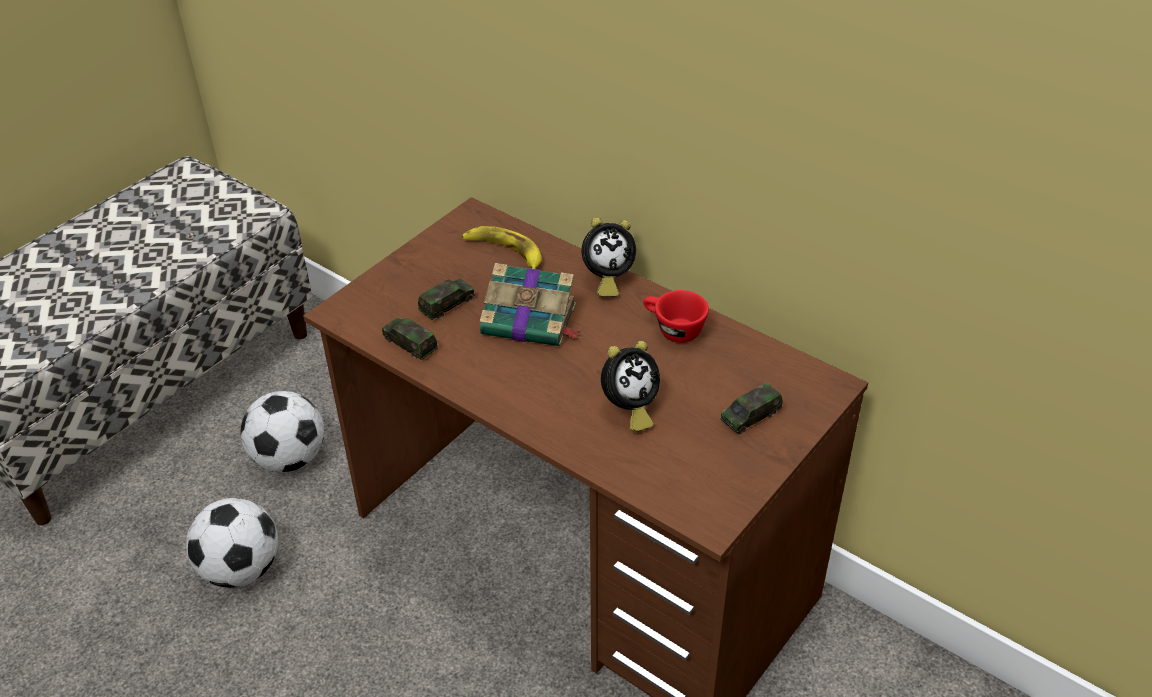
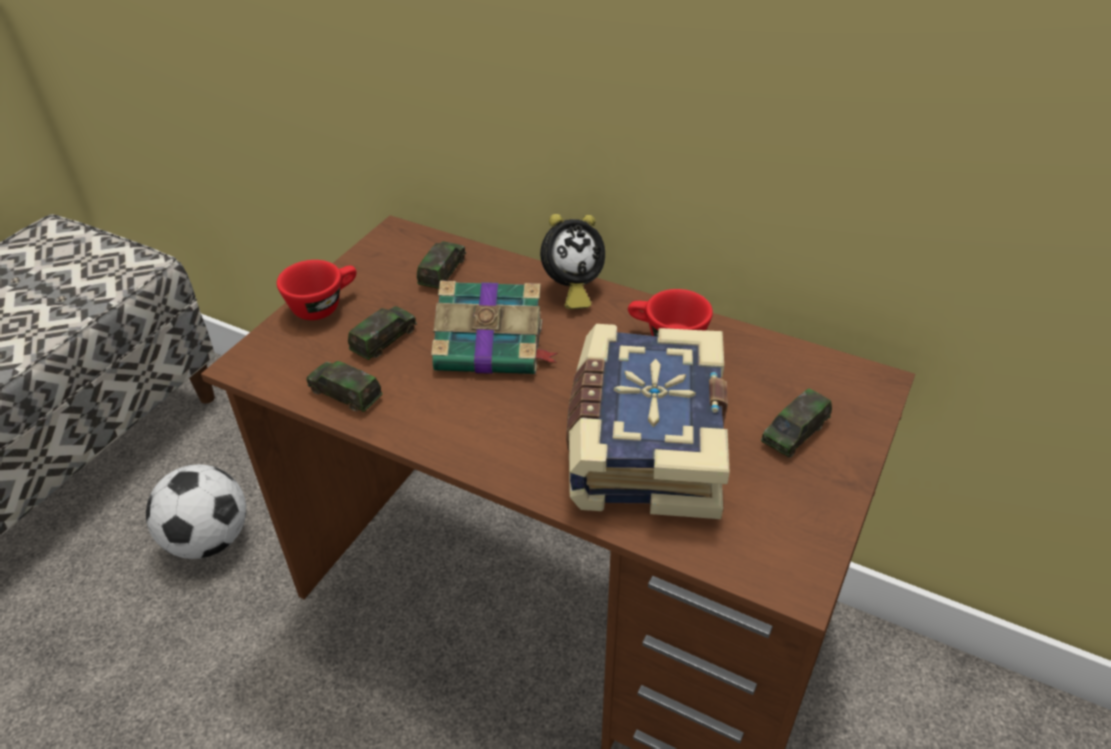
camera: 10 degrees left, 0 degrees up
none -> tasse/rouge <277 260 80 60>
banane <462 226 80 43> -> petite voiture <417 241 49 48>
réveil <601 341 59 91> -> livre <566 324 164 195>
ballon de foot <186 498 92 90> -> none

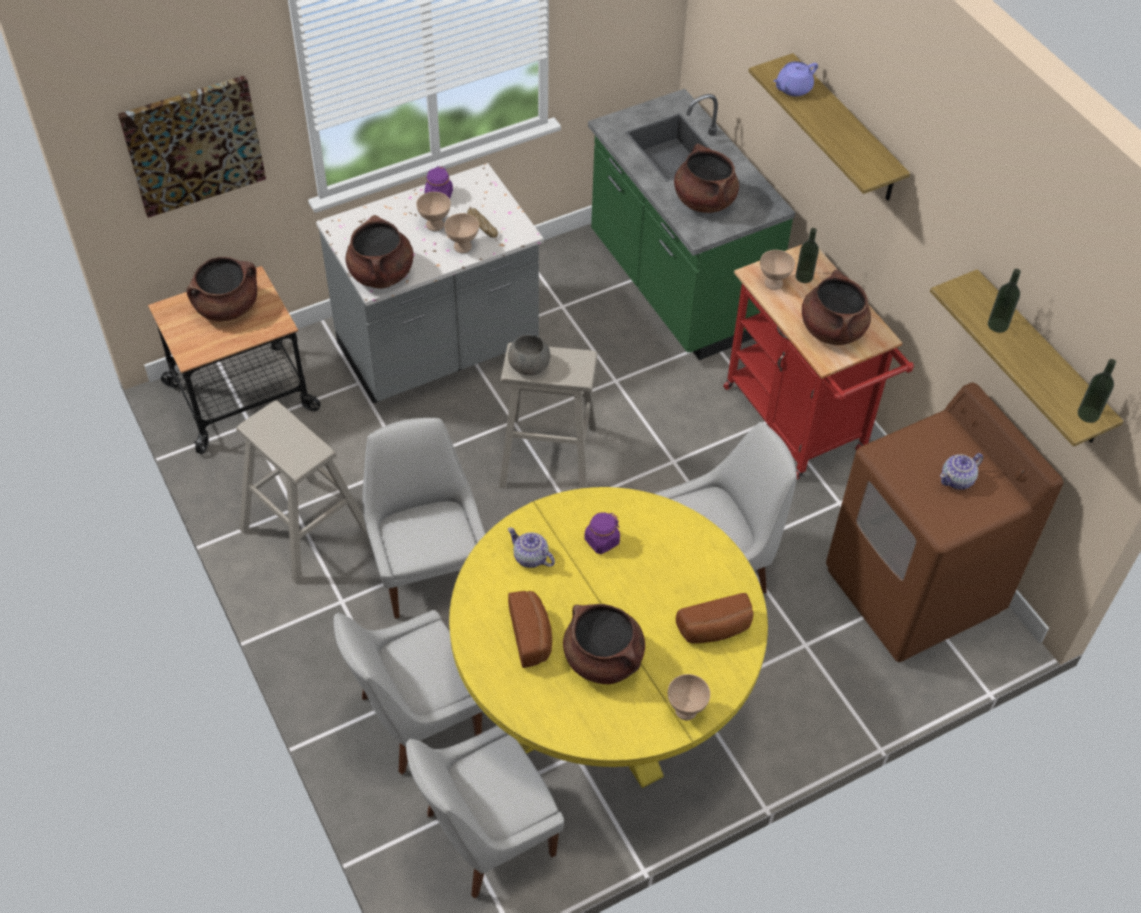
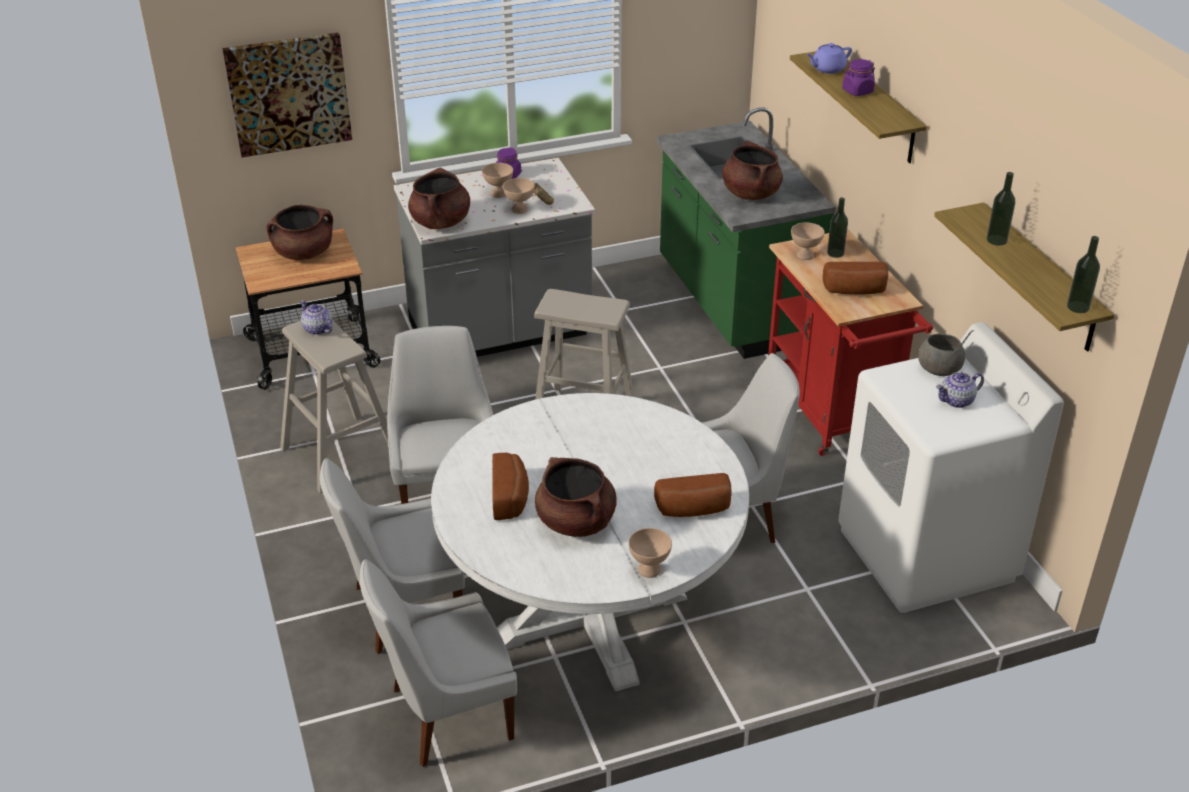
camera: 10 degrees right, 15 degrees down
théière <508 527 47 41> -> théière <300 300 33 35>, relocated
table à manger/jaune <449 487 319 301> -> table à manger/blanc <431 393 318 299>
marmite/marron <802 269 69 76> -> pain <823 262 65 32>
lave-linge/marron <826 382 238 280> -> lave-linge/blanc <838 322 226 291>
bocal/violet <584 512 36 42> -> bocal/violet <842 59 33 37>, relocated
bol/gris <508 335 42 40> -> bol/gris <918 334 47 42>, relocated

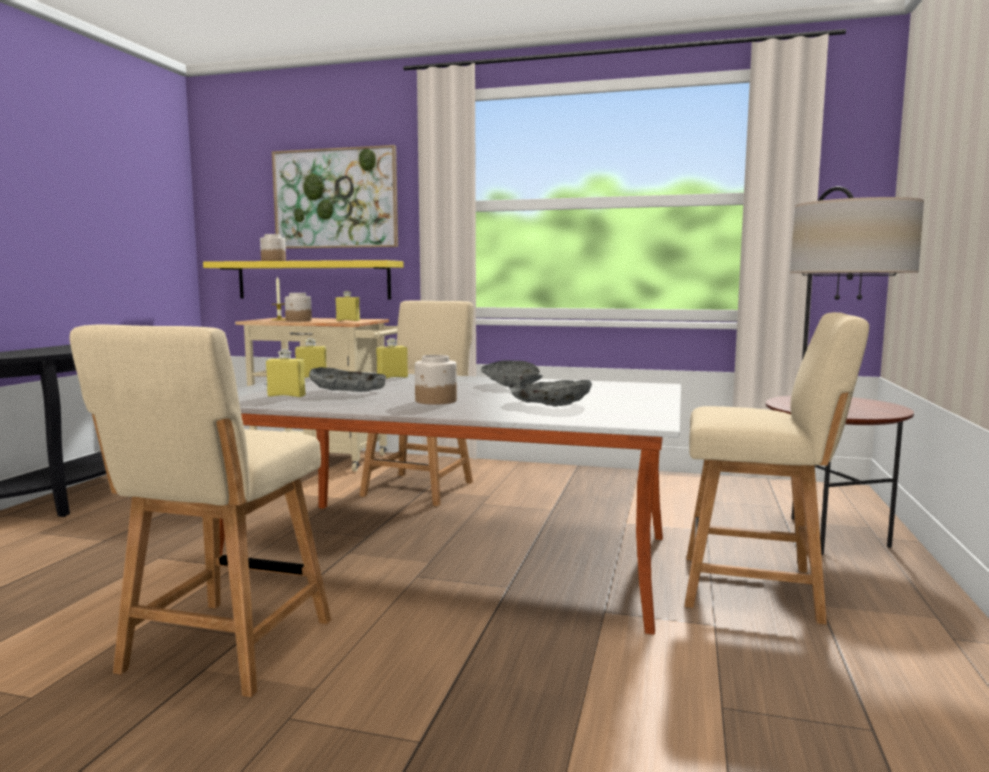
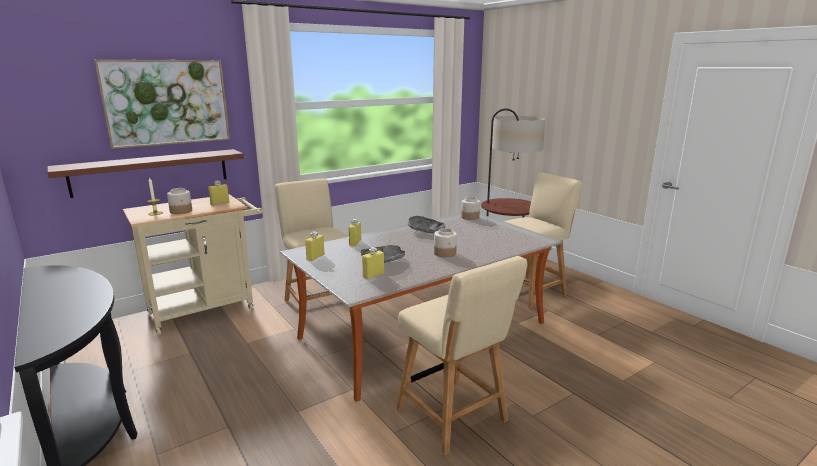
camera: 50 degrees left, 10 degrees up
étagère/jaune <203 260 201 40> -> étagère/marron <47 149 197 49>
bocal <260 234 26 27> -> bocal <461 197 19 23>, relocated
bol/gris <509 380 83 26> -> none

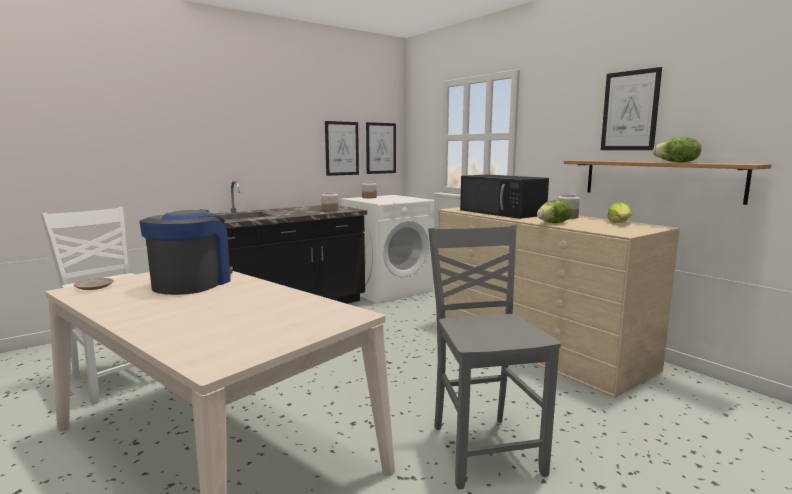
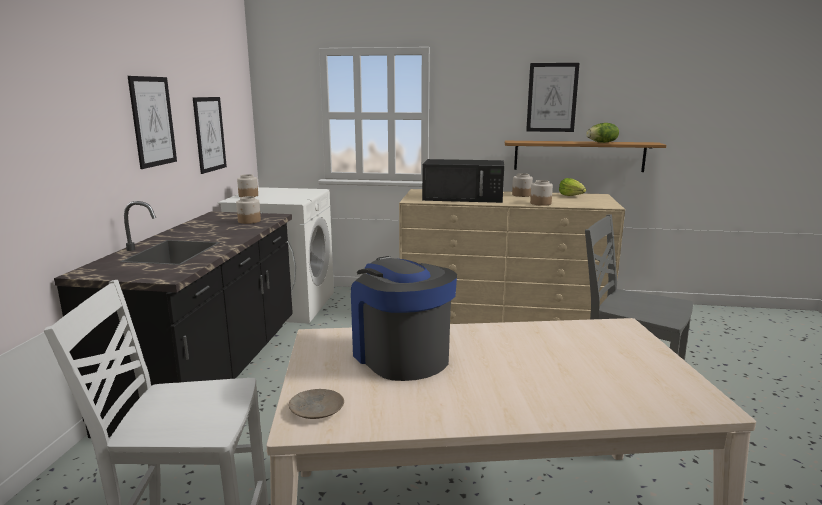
camera: 45 degrees left, 5 degrees up
tableau <366 122 30 52> -> tableau <128 76 49 93>, relocated
laitue <537 200 35 23> -> bocal <530 180 23 26>

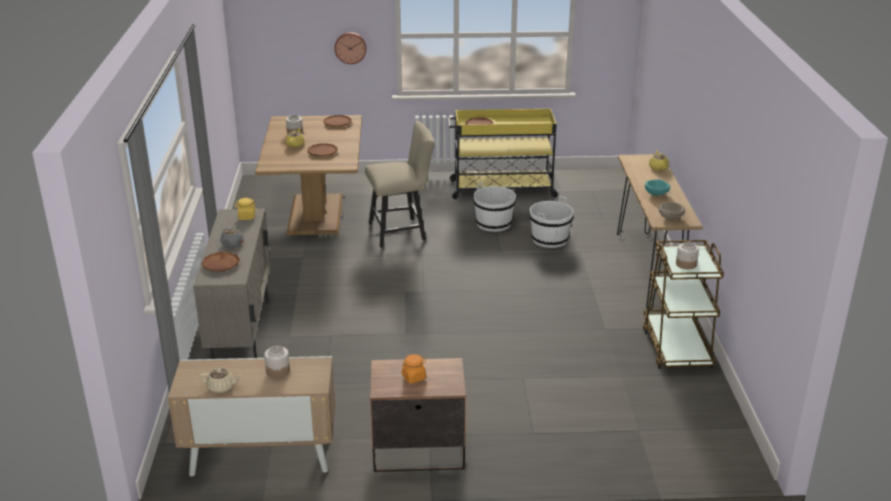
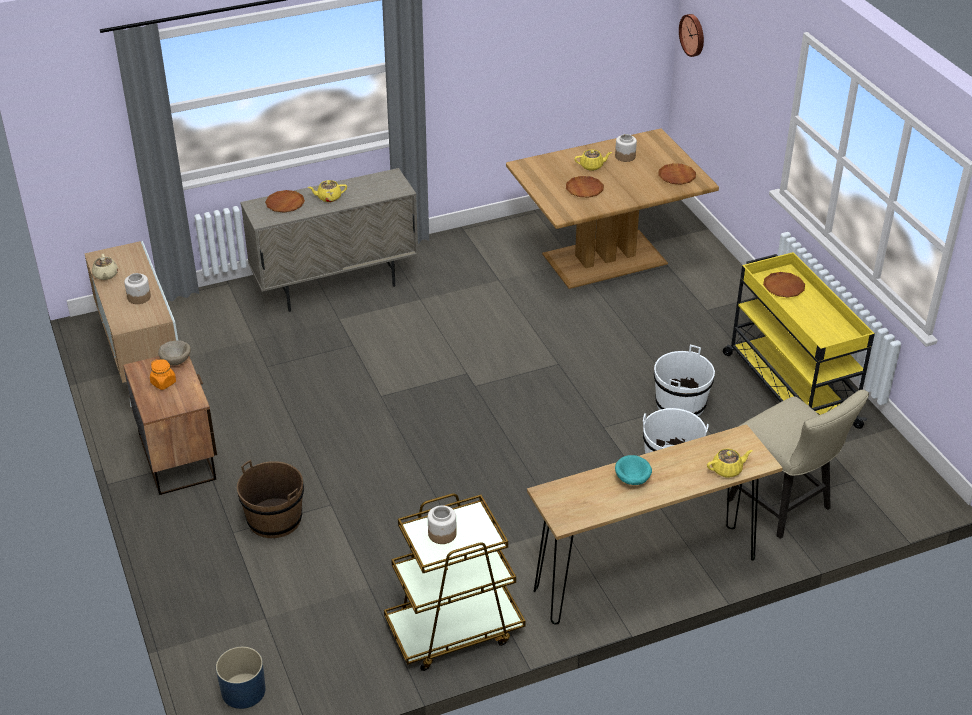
camera: 70 degrees right, 10 degrees up
bol/beige <659 202 26 18> -> bol/beige <158 341 33 24>, relocated
none -> cache-pot/bleu <216 647 50 62>
none -> seau/marron <237 460 67 78>
théière/gris <220 226 24 21> -> théière/jaune <308 180 39 22>
horloge murale <335 32 32 32> -> horloge murale <679 14 25 43>, relocated
chaise/beige <365 121 70 127> -> chaise/beige <729 390 140 149>, relocated
bocal/jaune <235 198 22 22> -> none

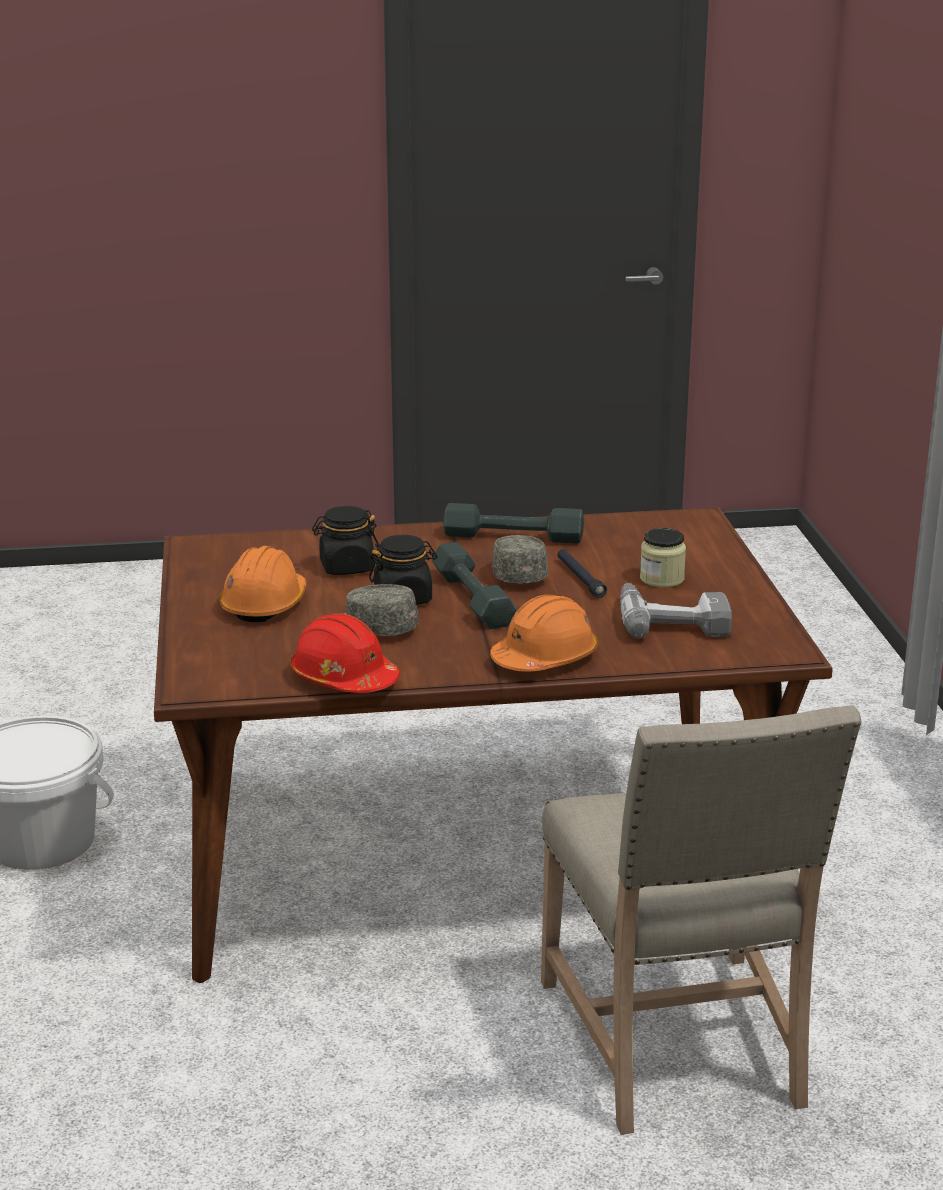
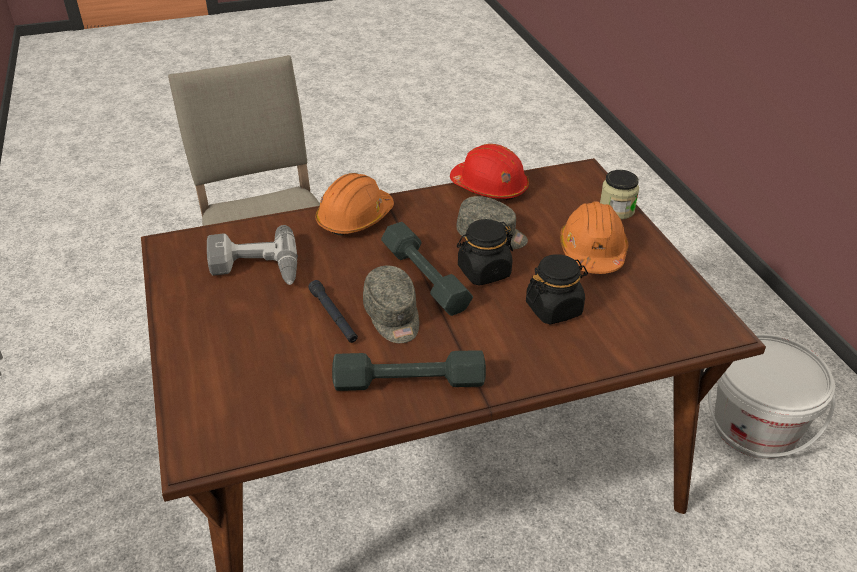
camera: 170 degrees right, 15 degrees up
bocal <640 528 46 60> -> bocal <600 170 39 50>, relocated

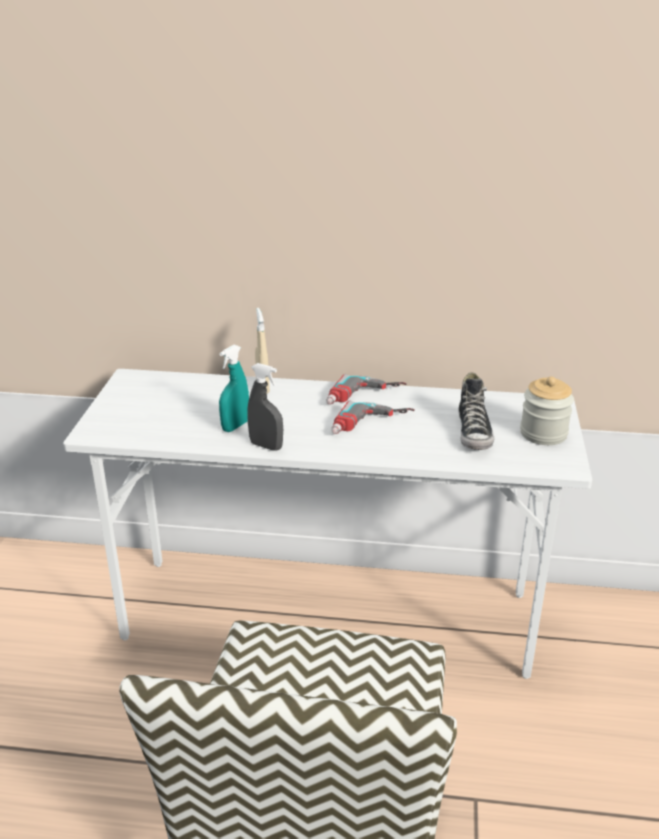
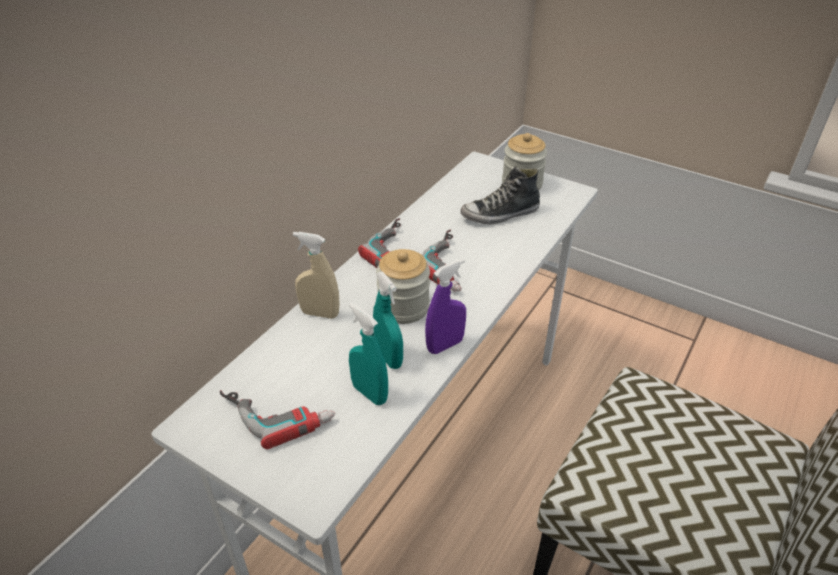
camera: 65 degrees left, 10 degrees up
none -> perceuse <220 390 115 59>
none -> vaporisateur/turquoise <349 303 39 102>
none -> bocal <376 249 54 75>
vaporisateur/gris <247 363 36 88> -> vaporisateur/violet <425 258 41 96>
chaussure <458 372 36 78> -> chaussure <461 166 79 58>, 135 degrees clockwise

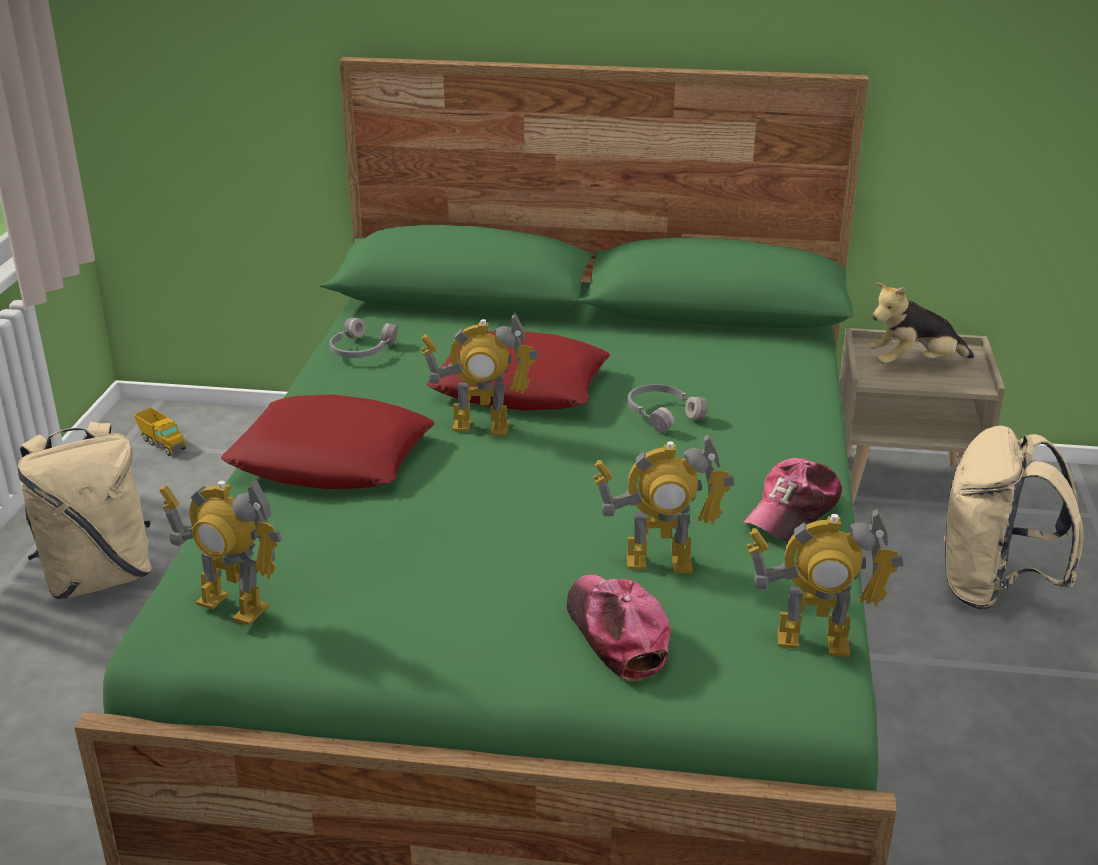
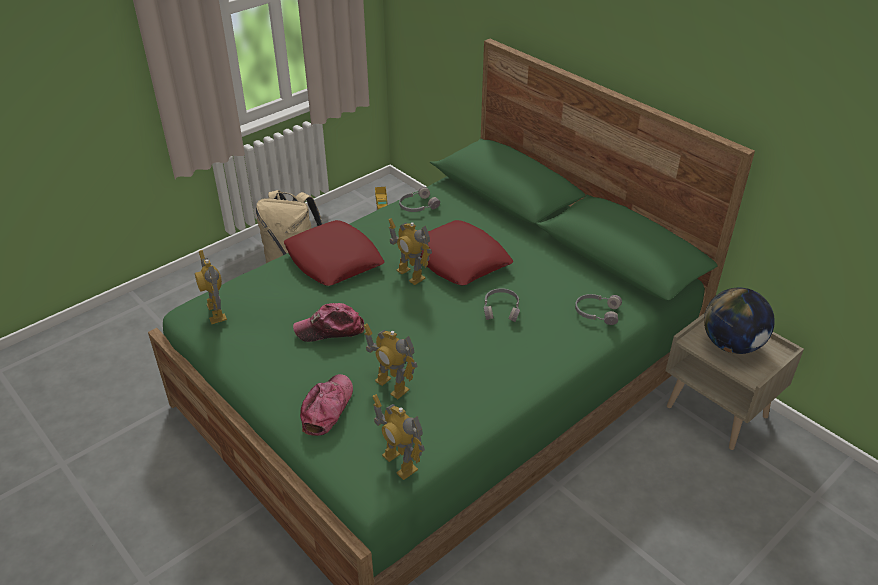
camera: 40 degrees right, 10 degrees up
casquette <743 458 99 83> -> casquette <293 303 72 39>, relocated
none -> casque audio/gris <575 294 47 31>
peluche <869 282 105 82> -> globe <704 288 71 66>
sac à dos/beige <944 426 139 184> -> none

